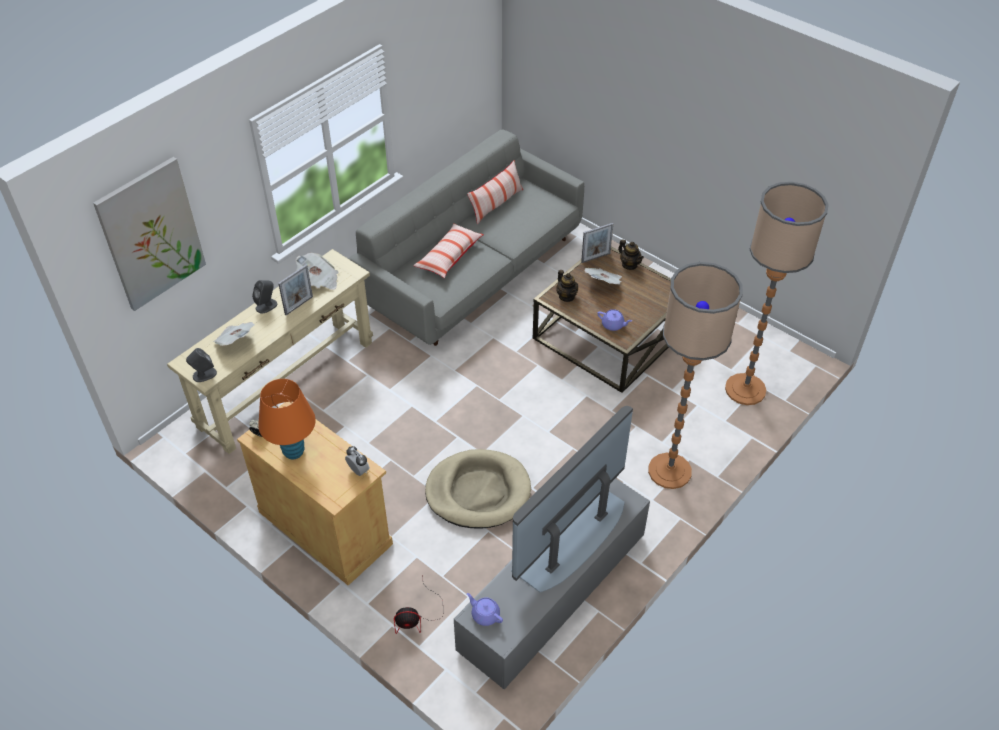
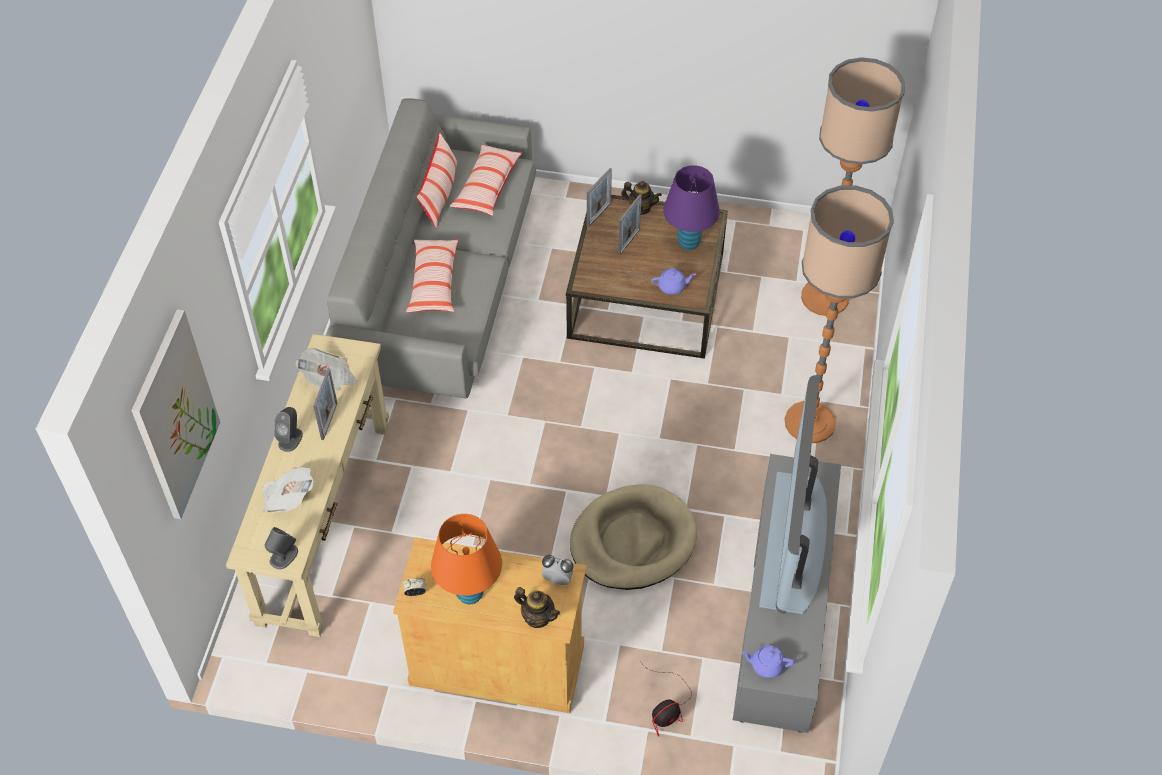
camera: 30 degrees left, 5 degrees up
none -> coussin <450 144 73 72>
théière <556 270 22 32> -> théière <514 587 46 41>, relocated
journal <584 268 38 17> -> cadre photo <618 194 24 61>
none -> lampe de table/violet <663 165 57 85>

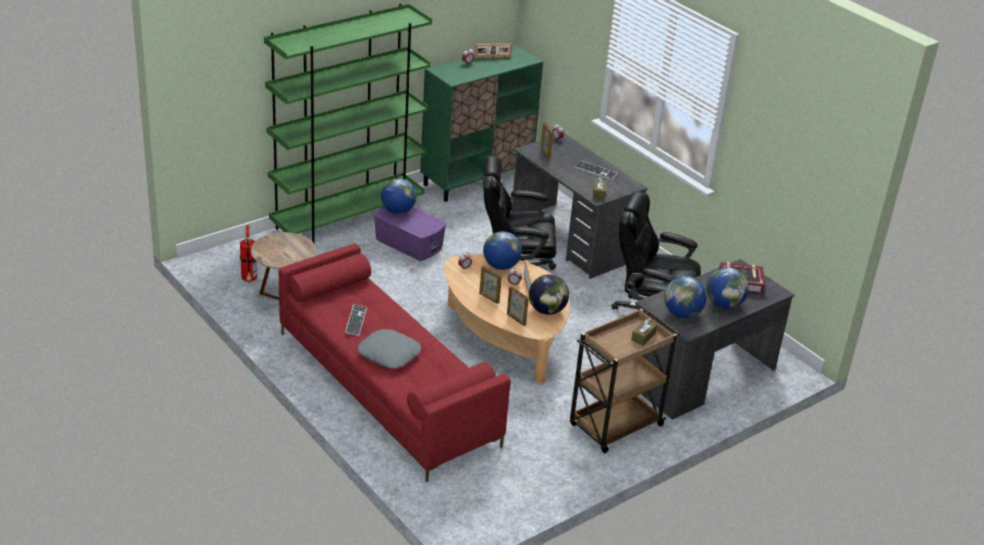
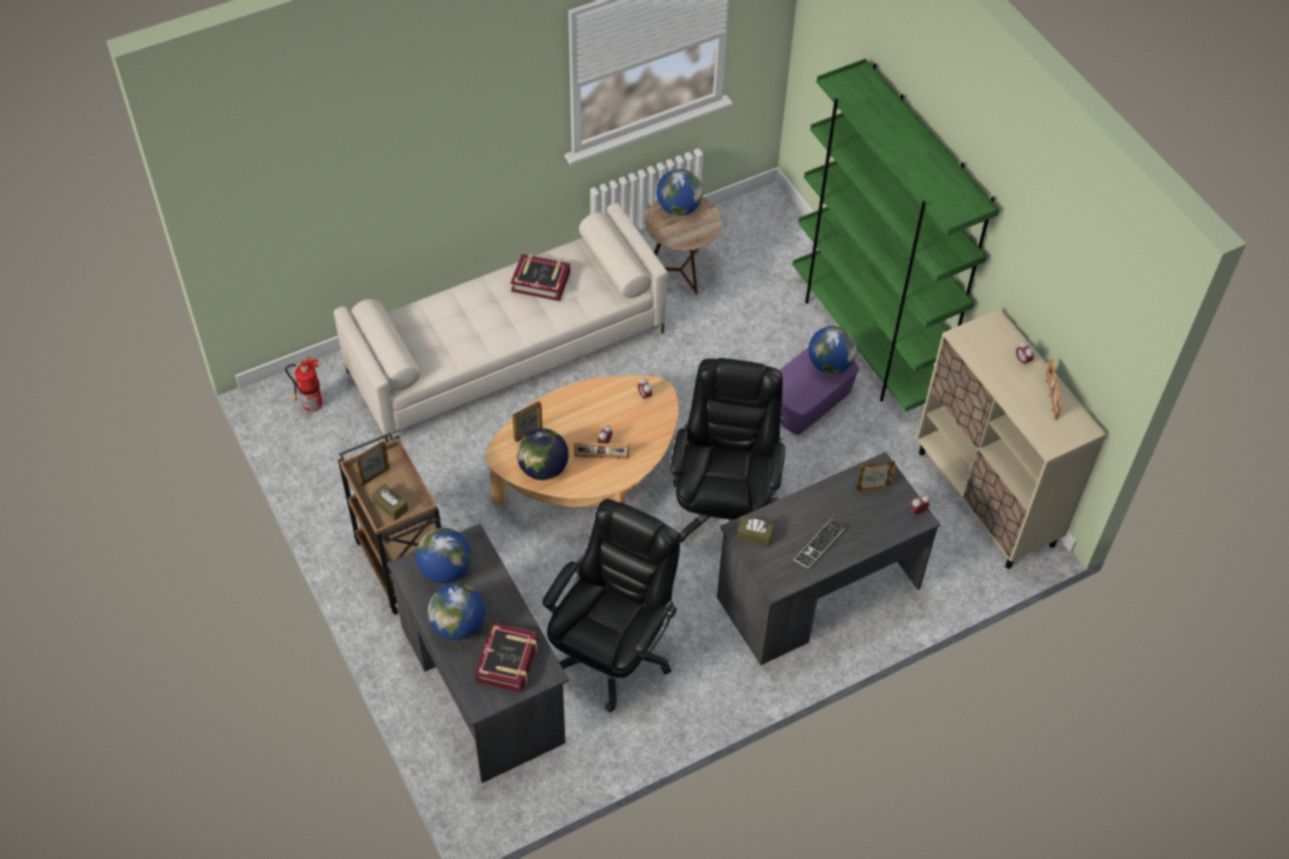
camera: 100 degrees right, 20 degrees up
extincteur <240 225 17 57> -> extincteur <285 356 38 55>, relocated
canapé/rouge <279 243 232 239> -> canapé/beige <334 203 334 240>
cadre photo <479 266 23 38> -> cadre photo <355 441 35 45>, relocated
clavier <345 304 22 32> -> livre <511 254 59 47>
globe <483 231 39 39> -> globe <656 169 47 47>, relocated
meuble de rangement/vert <420 45 123 157> -> meuble de rangement/beige <916 308 191 261>
coussin/gris <358 329 63 39> -> none

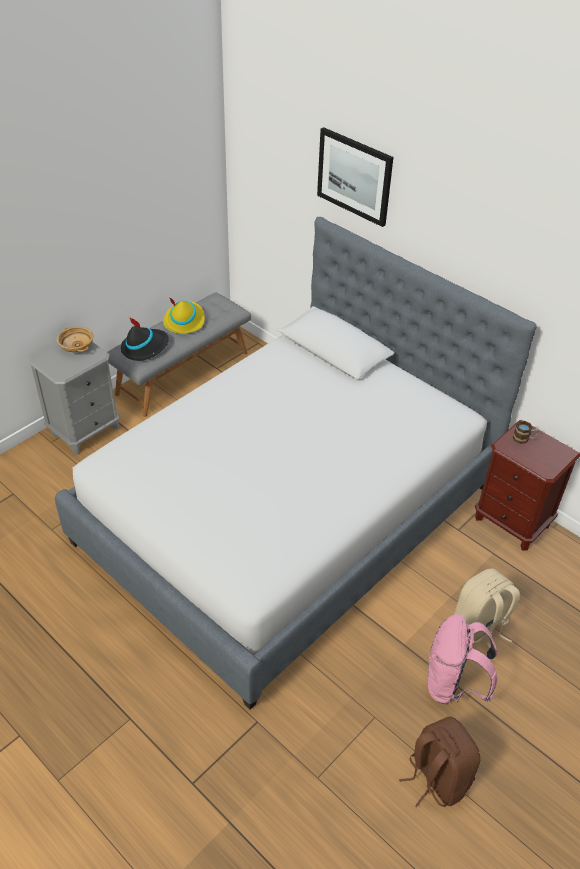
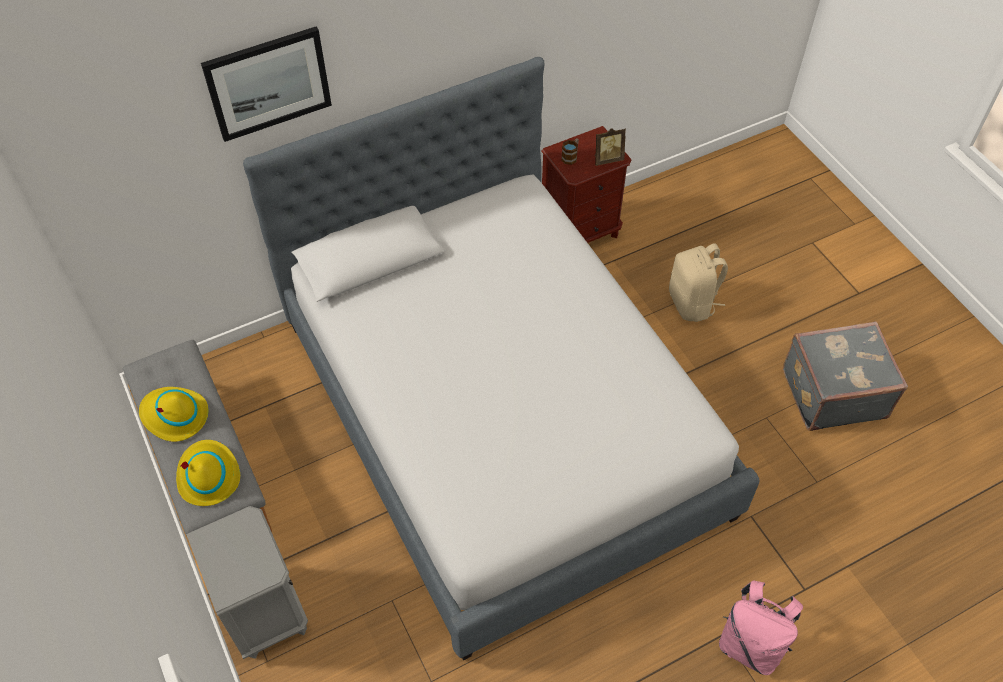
camera: 70 degrees left, 10 degrees up
chapeau/noir <121 317 48 44> -> chapeau/jaune <176 440 64 66>
none -> cadre photo <595 128 31 38>
sac à dos/rose <428 614 70 90> -> sac à dos/rose <719 581 84 94>, relocated
sac à dos/marron <399 716 81 91> -> valise/gris <783 321 125 110>
bol/beige <57 327 37 25> -> none

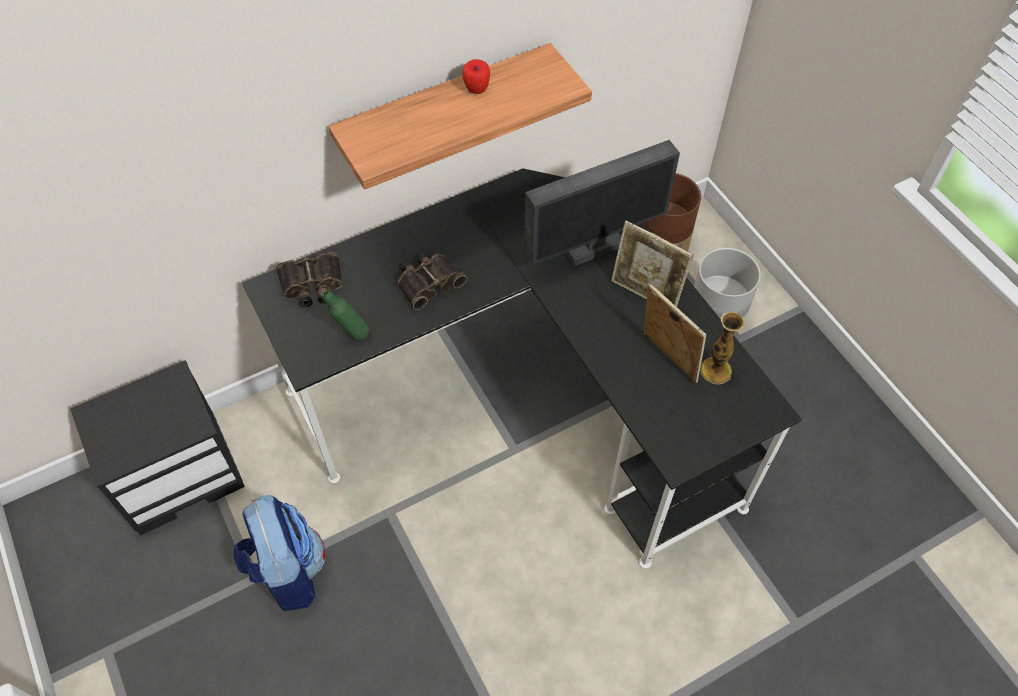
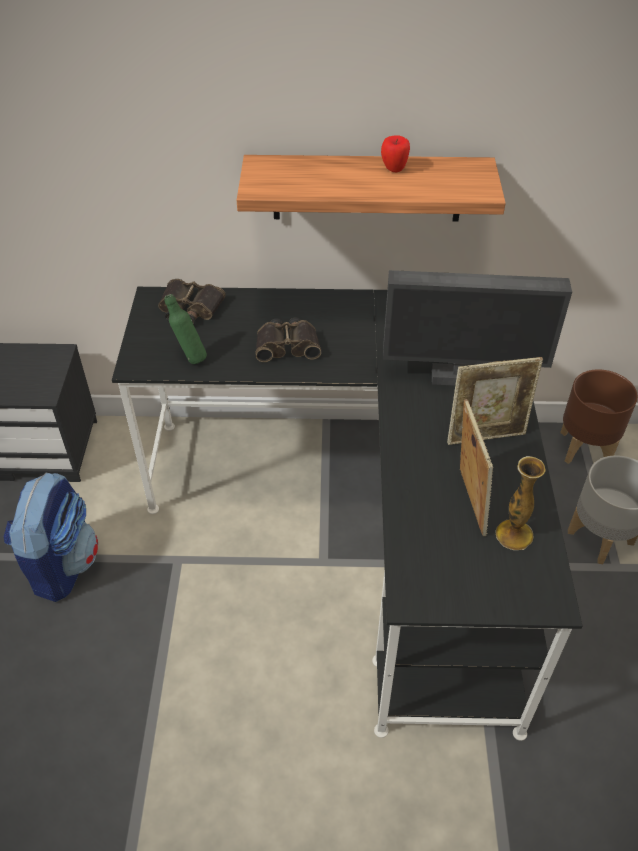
camera: 30 degrees right, 10 degrees down
cadre photo <611 220 83 86> -> cadre photo <447 357 96 88>, 75 degrees counterclockwise

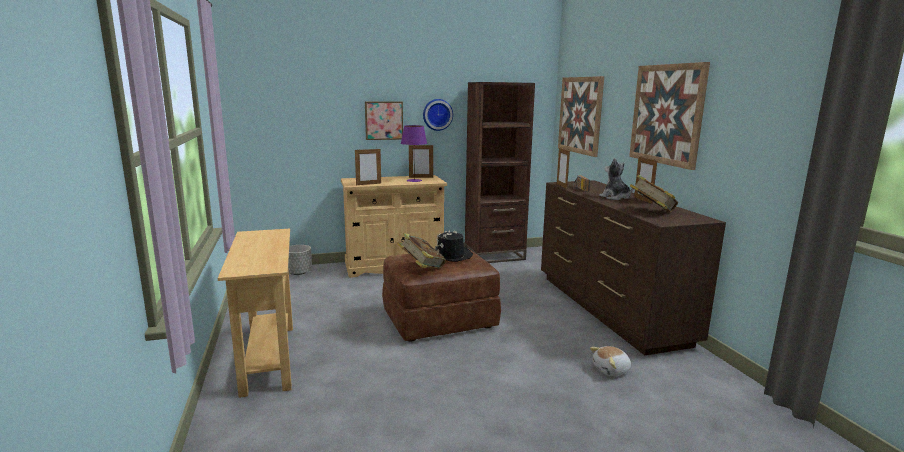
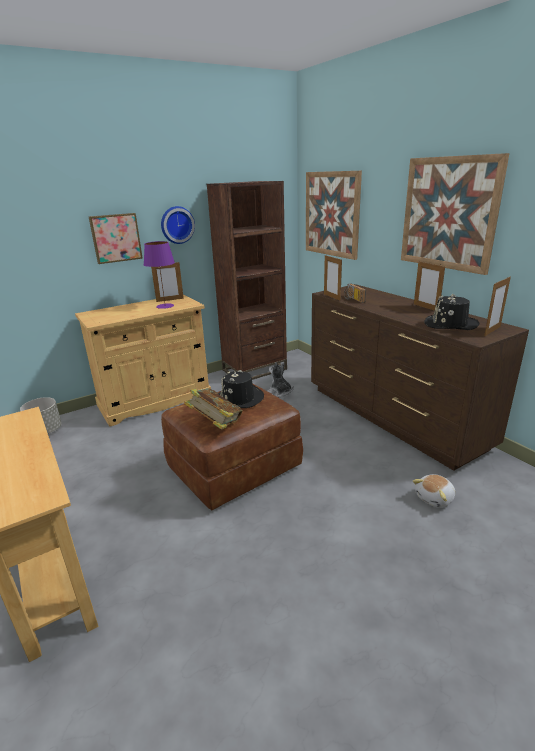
camera: 15 degrees left, 10 degrees up
peluche <599 158 34 42> -> peluche <267 362 27 36>, relocated
livre <630 174 48 38> -> chapeau/noir <424 293 55 37>
cadre photo <355 149 26 36> -> cadre photo <484 276 27 60>, relocated

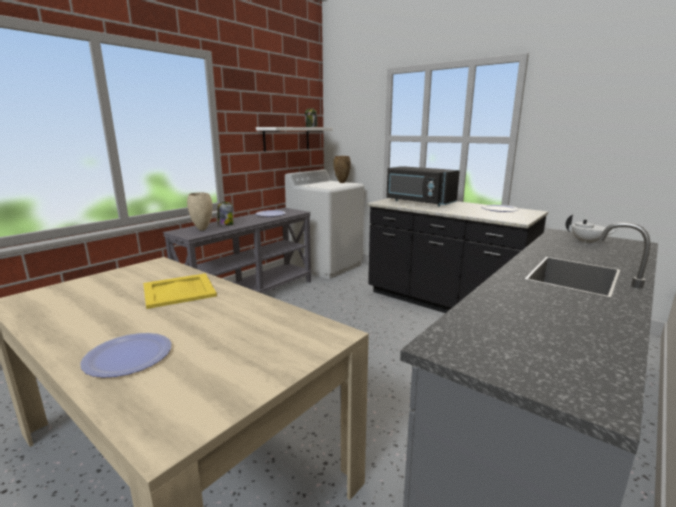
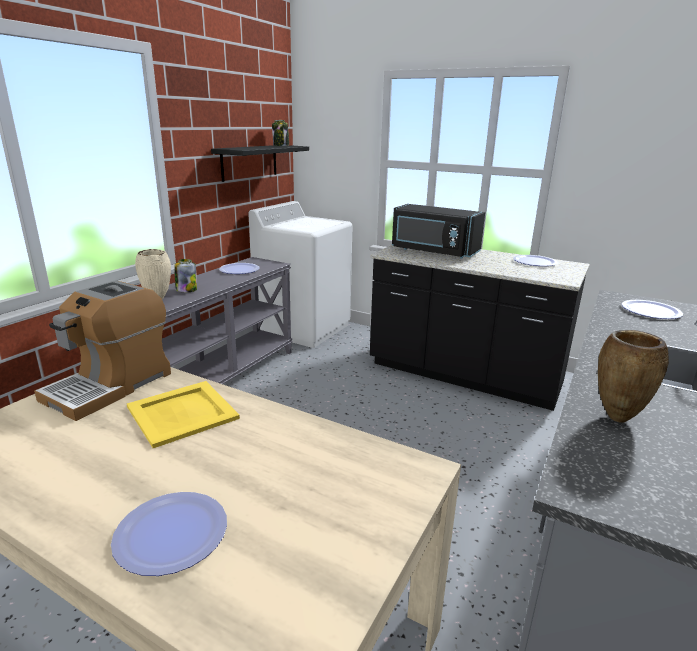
camera: 10 degrees left, 5 degrees up
none -> machine à café <34 280 137 141>
étagère/blanc <256 127 76 24> -> étagère/noir <211 145 98 37>
vase/marron <333 156 18 27> -> vase/marron <598 330 71 93>, relocated
théière/blanc <566 215 52 29> -> assiette <622 300 61 19>

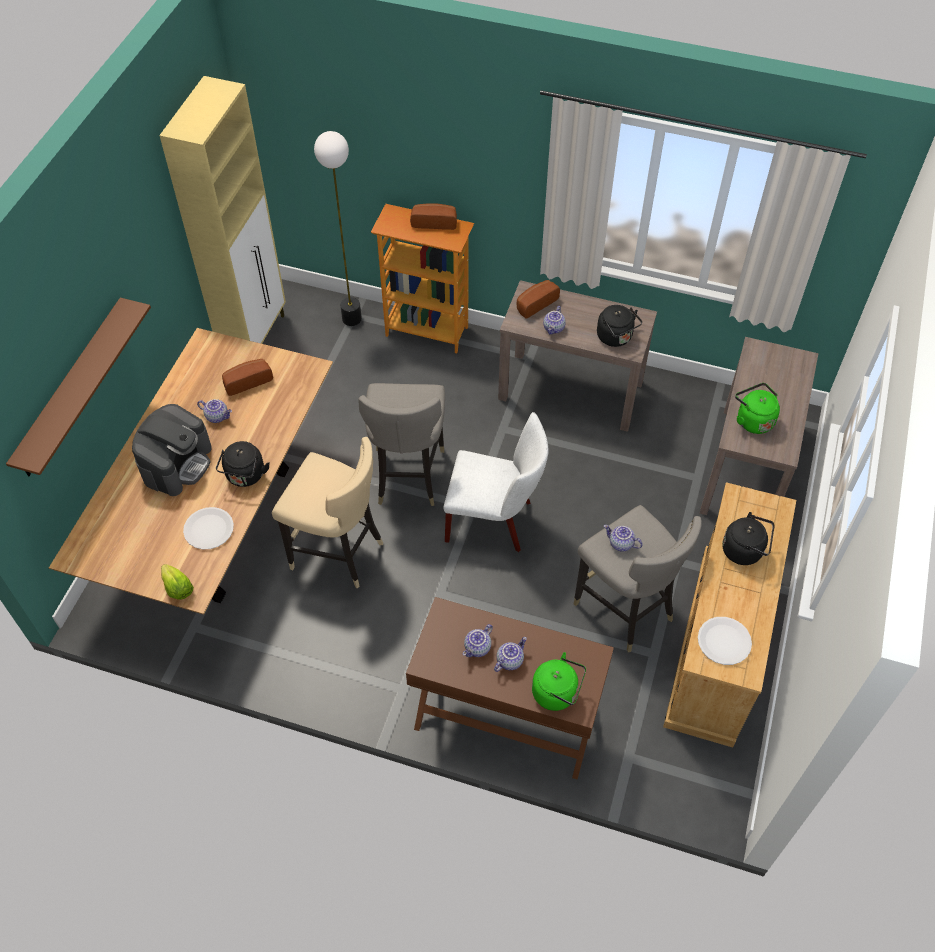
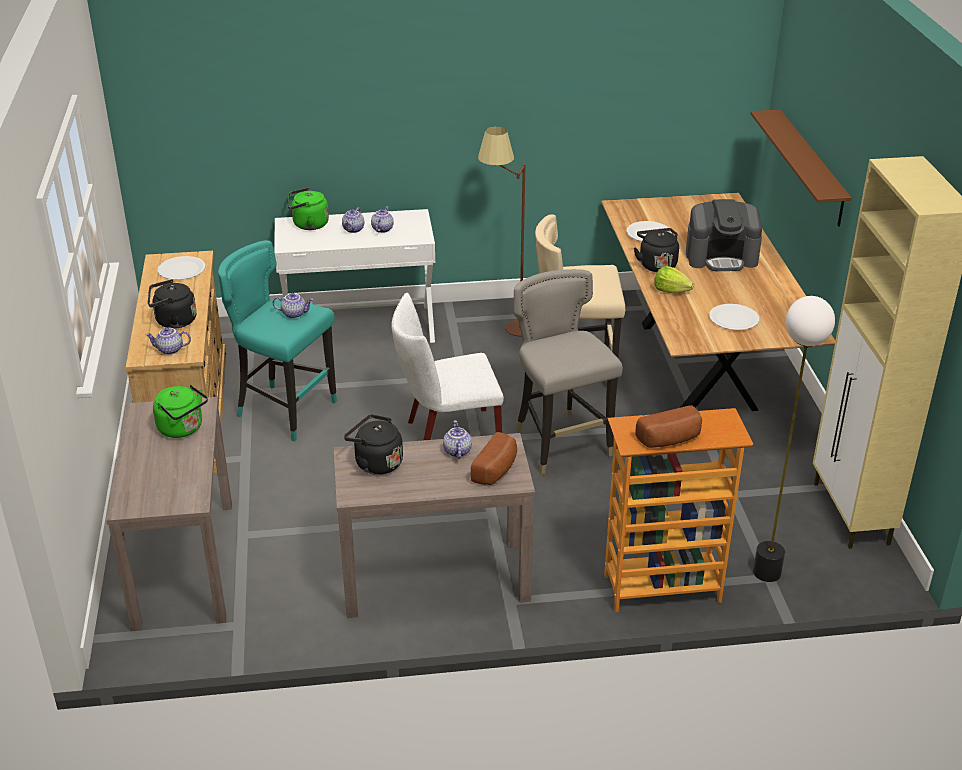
camera: 155 degrees right, 20 degrees down
théière <197 399 35 24> -> théière <145 327 46 28>, relocated
tabouret/gris <574 505 128 147> -> tabouret/turquoise <218 240 119 201>
bureau/marron <406 597 208 182> -> bureau/blanc <274 209 161 134>
none -> lampadaire/marron <478 126 47 211>
laitue <161 564 33 36> -> laitue <654 266 40 27>, relocated
machine à café <132 404 80 92> -> machine à café <686 199 76 72>, 90 degrees counterclockwise
pain <222 359 51 37> -> assiette/blanc <709 304 50 26>

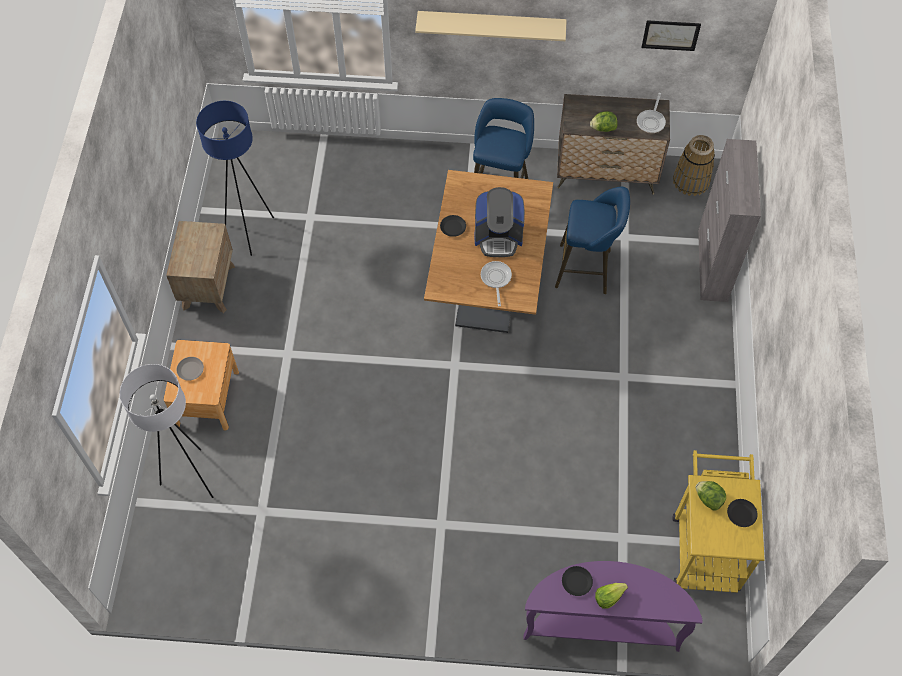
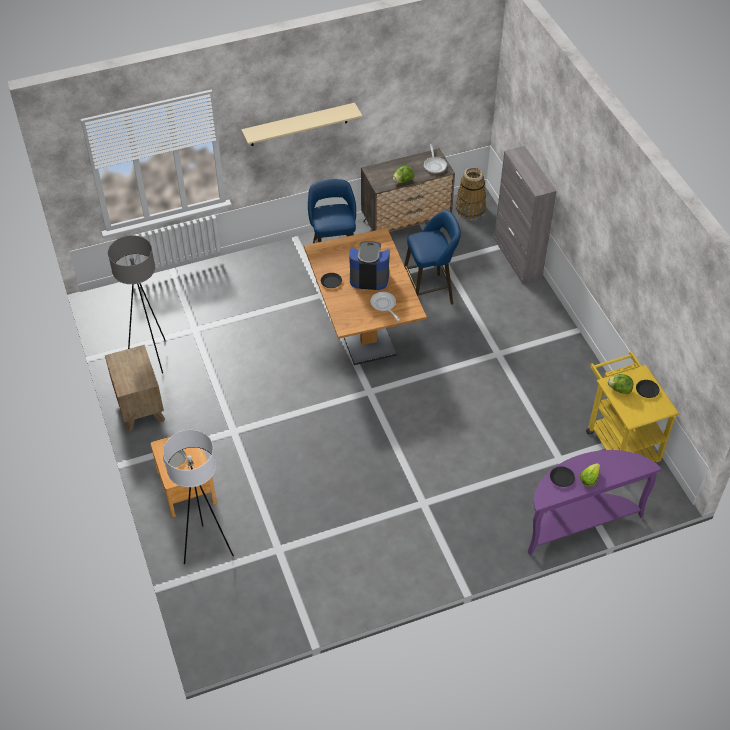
camera: 25 degrees left, 10 degrees down
lampadaire/bleu <196 101 78 155> -> lampadaire/gris <108 235 58 138>
machine à café <475 187 50 70> -> machine à café <349 241 41 49>, 150 degrees counterclockwise
tableau <641 20 60 31> -> none

